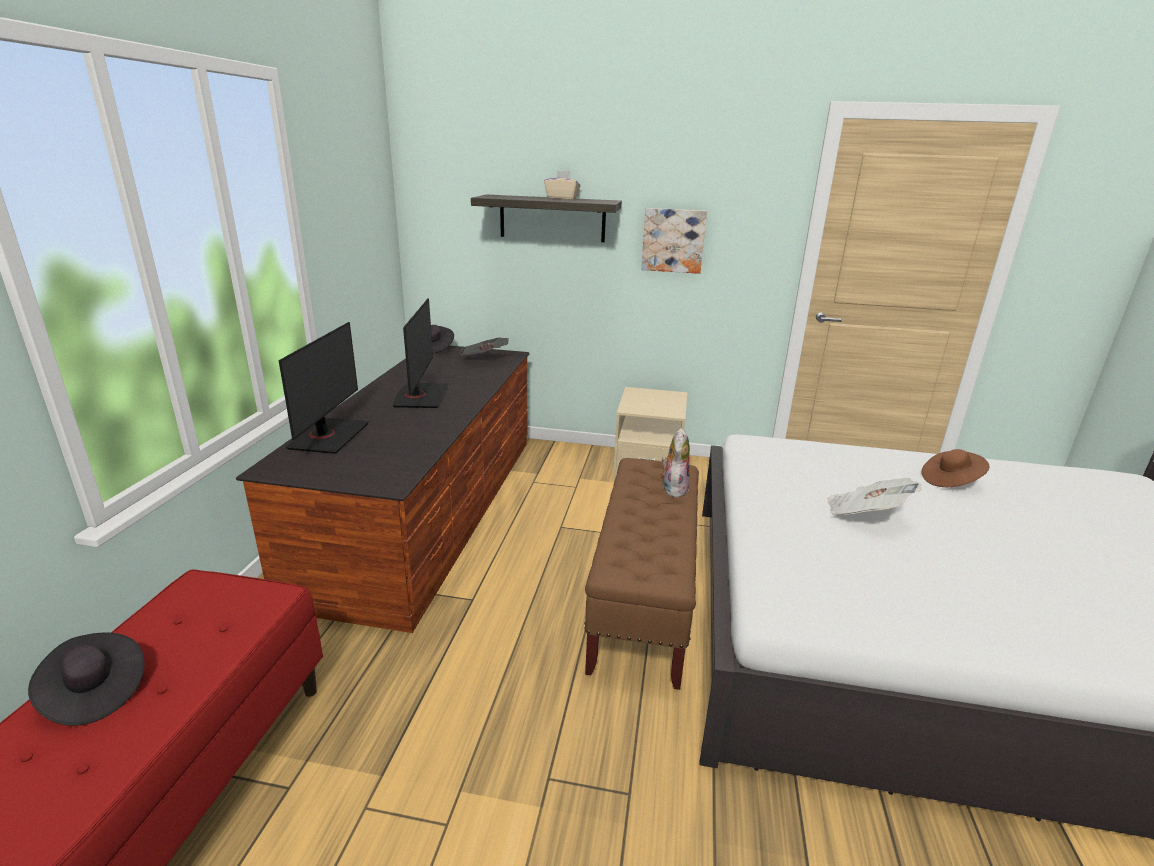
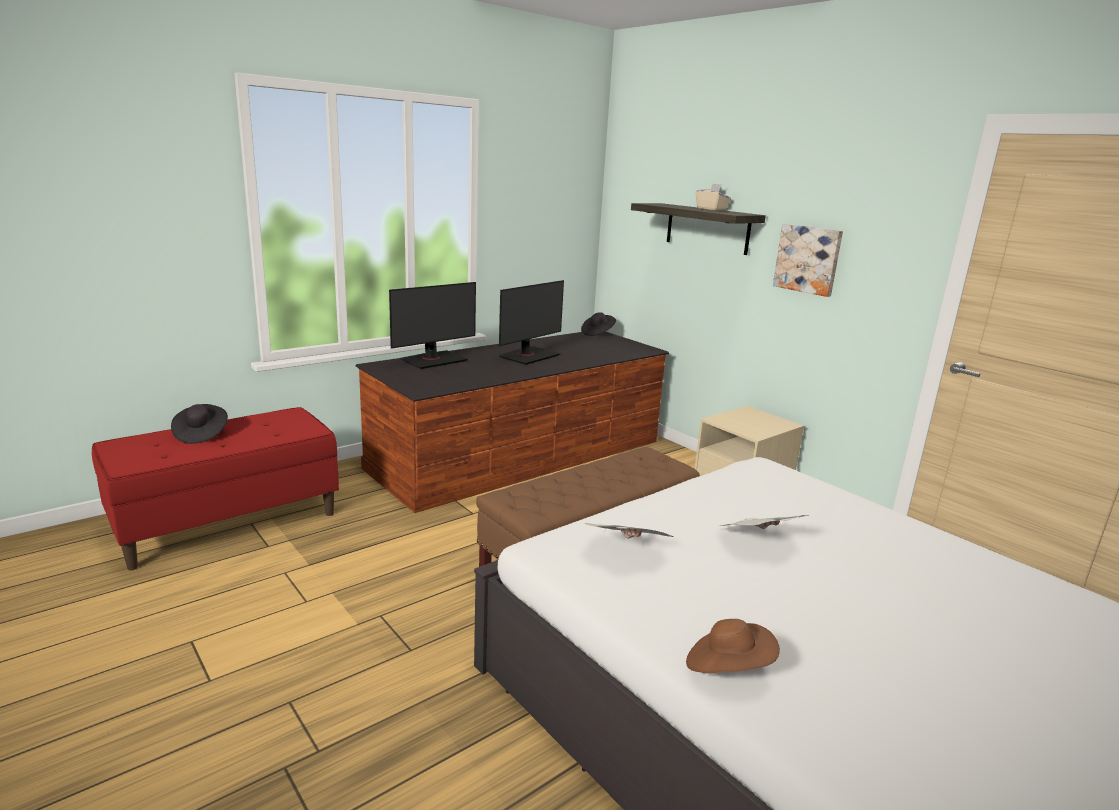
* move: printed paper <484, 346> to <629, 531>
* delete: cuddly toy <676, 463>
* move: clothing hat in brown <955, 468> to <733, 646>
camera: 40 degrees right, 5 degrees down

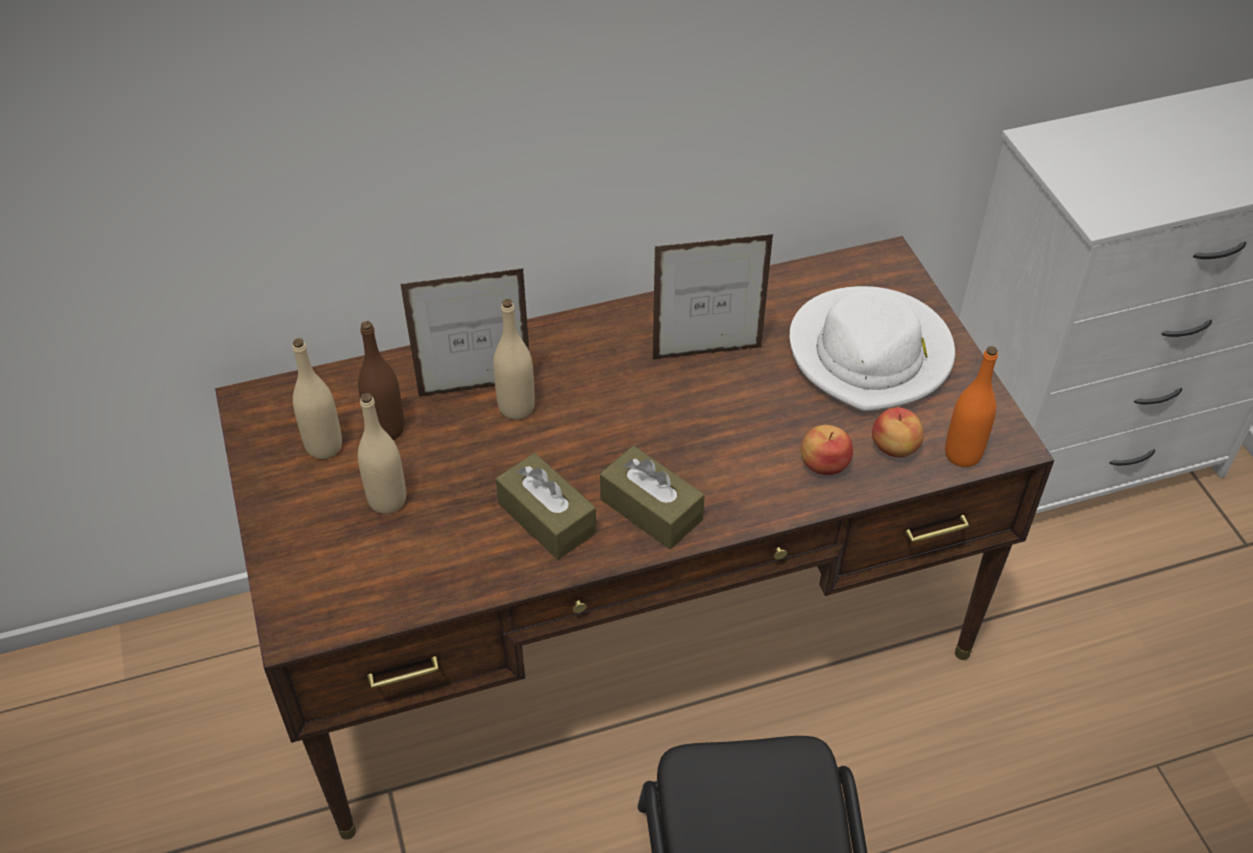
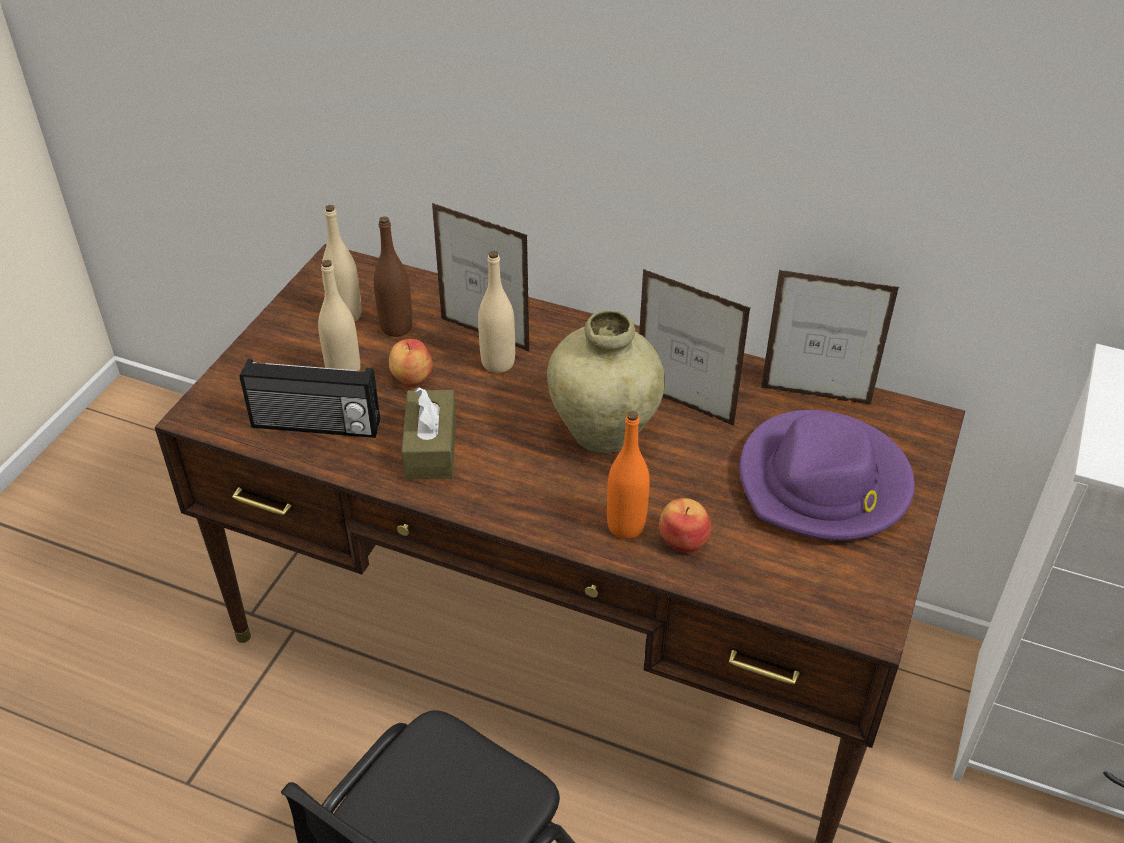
* delete: tissue holder in brown <652, 497>
* recolor: clothing hat in white <872, 348> to clothing hat in purplish <827, 475>
* move: whole apple <898, 432> to <411, 362>
* move: beverage bottle in orangey <971, 406> to <628, 475>
* insert: radio <310, 398>
* insert: decorative vase in beige <606, 381>
* insert: picture frame <830, 337>
camera: 40 degrees right, 5 degrees down

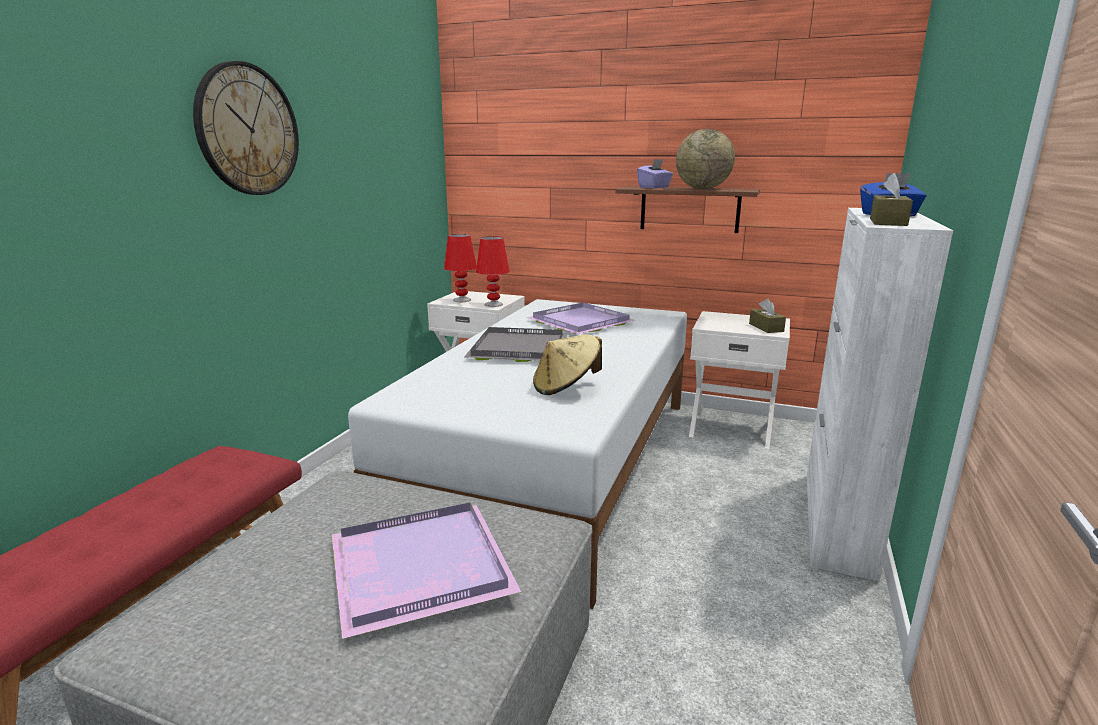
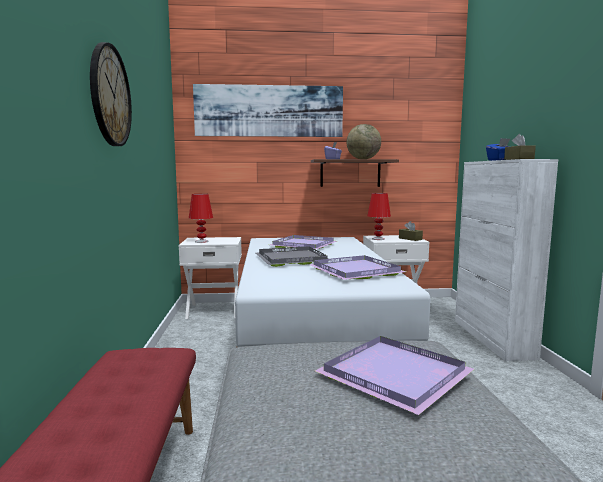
* move: table lamp in reddish <493, 271> to <379, 216>
* replace: clothing hat in beige <567, 364> to carrying tray in purplish <357, 267>
* insert: picture <268, 110>
camera: 25 degrees left, 10 degrees down

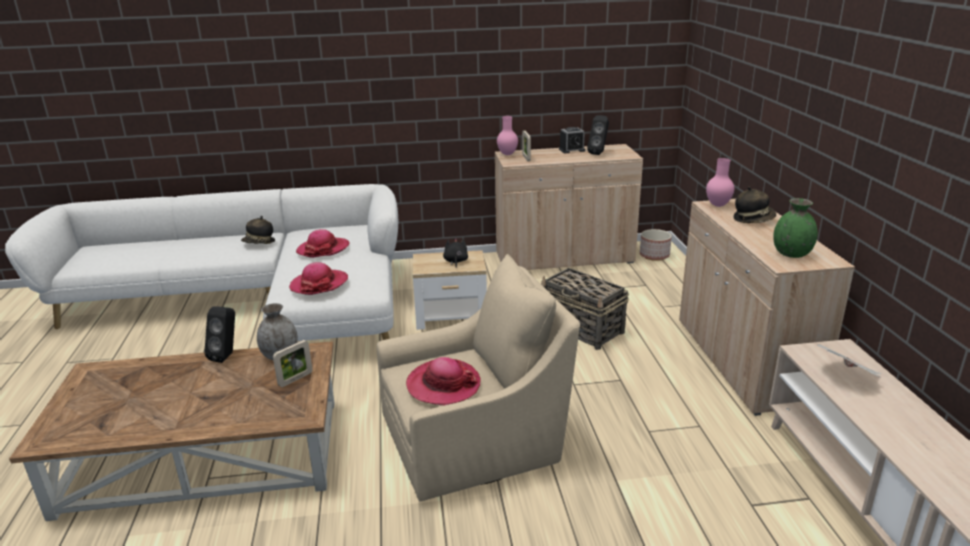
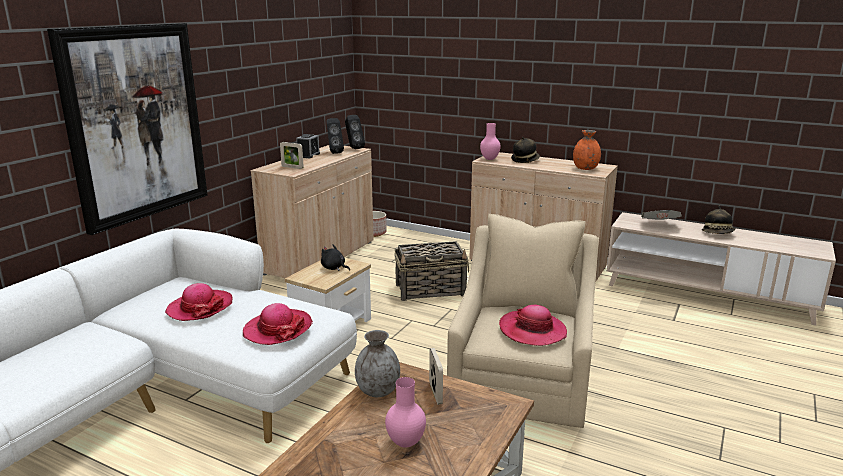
* move: audio speaker in black-coloured <219, 334> to <355, 132>
* move: clothing hat <258, 230> to <718, 220>
* move: decorative vase in pinkish <507, 135> to <405, 412>
* recolor: decorative vase in green-coloured <795, 228> to decorative vase in orangey <587, 150>
* insert: picture <127, 129>
camera: 55 degrees left, 5 degrees down

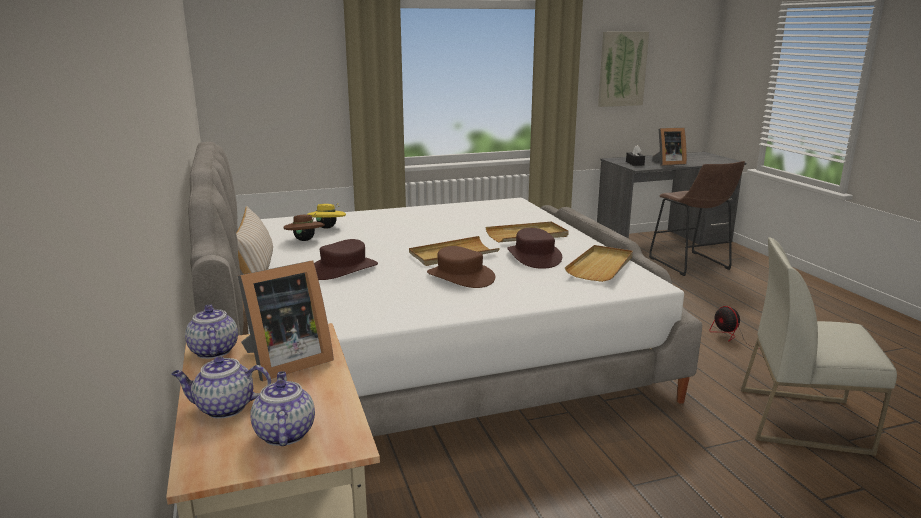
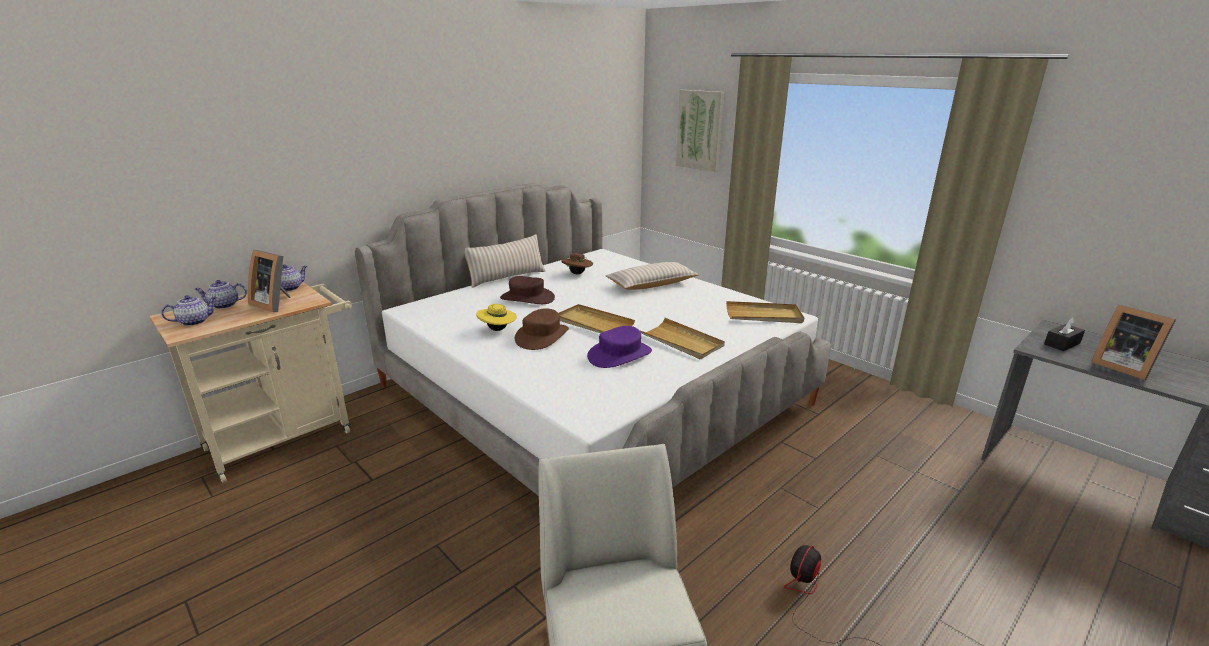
* rotate: teapot <221, 387> = <220, 294> 75 degrees counterclockwise
* move: clothing hat in yellowish <326, 216> to <496, 317>
* recolor: clothing hat in brown <535, 248> to clothing hat in purplish <619, 347>
* move: carrying tray in beige <599, 263> to <765, 312>
* move: picture <623, 69> to <700, 131>
* delete: sitting stool in brown <697, 218>
* insert: throw pillow in beige <652, 276>
camera: 65 degrees right, 5 degrees up

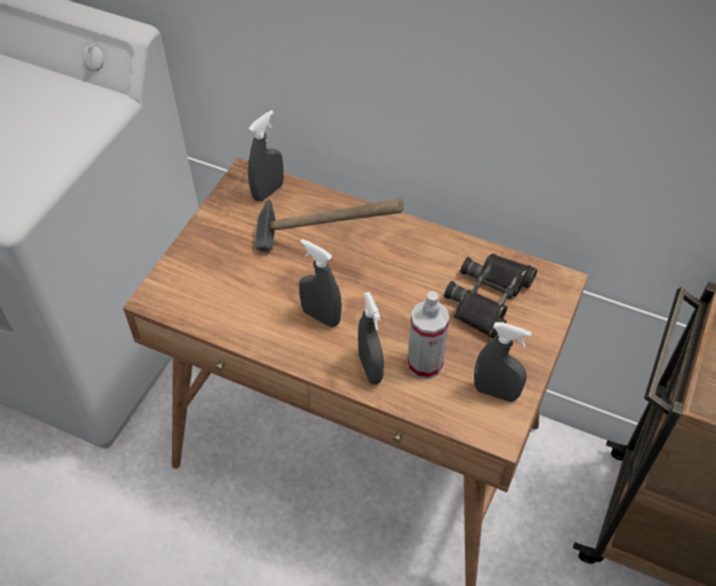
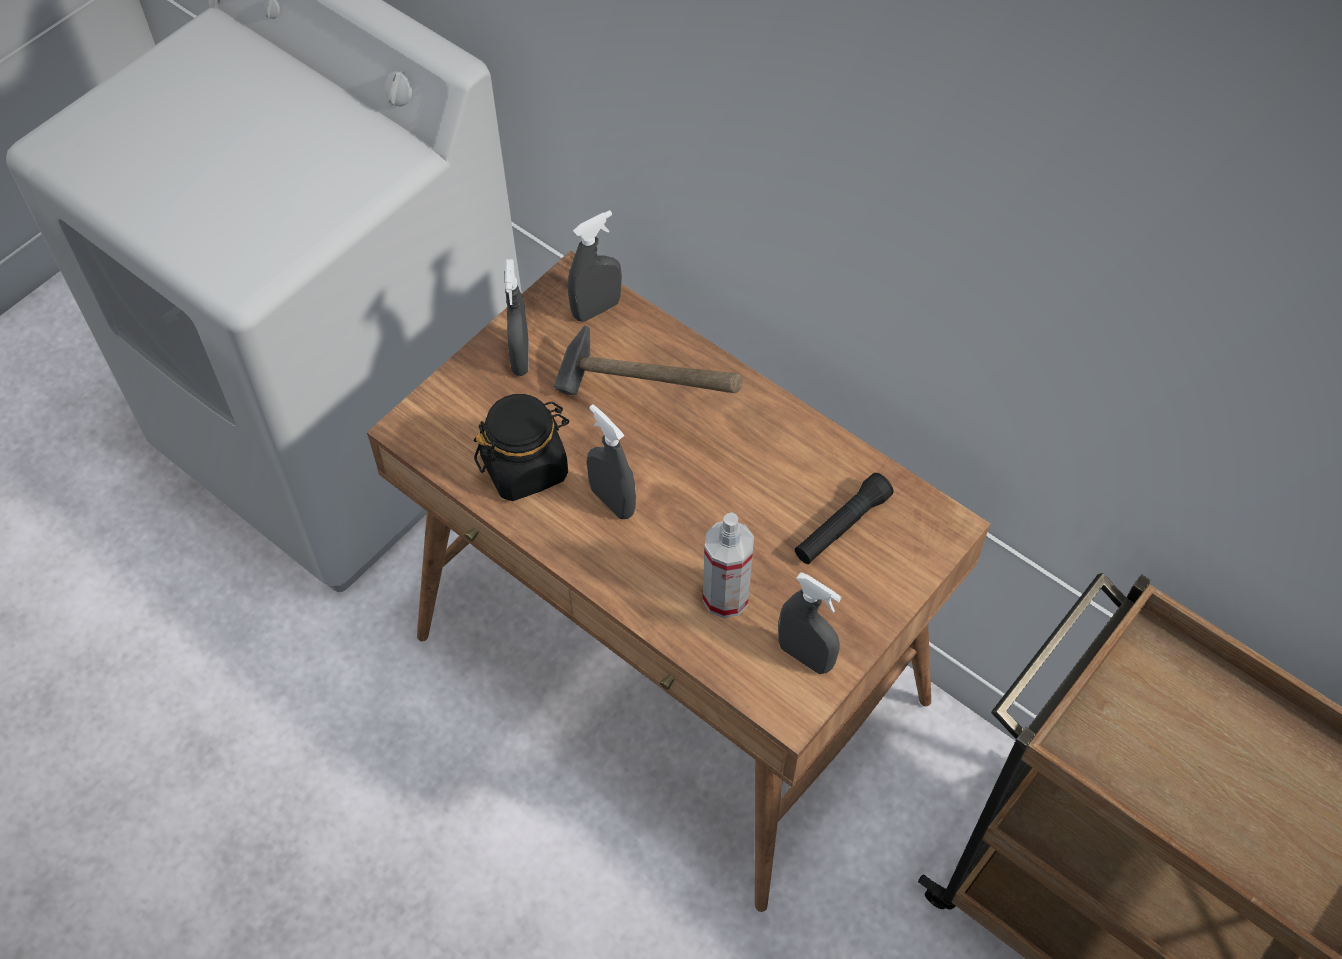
* move: sprayer in gray <371, 338> to <517, 317>
* replace: pair of binoculars in black-coloured <490, 296> to flashlight in black-coloured <844, 518>
* insert: preserve jar in black-coloured <521, 447>
camera: 15 degrees right, 5 degrees up

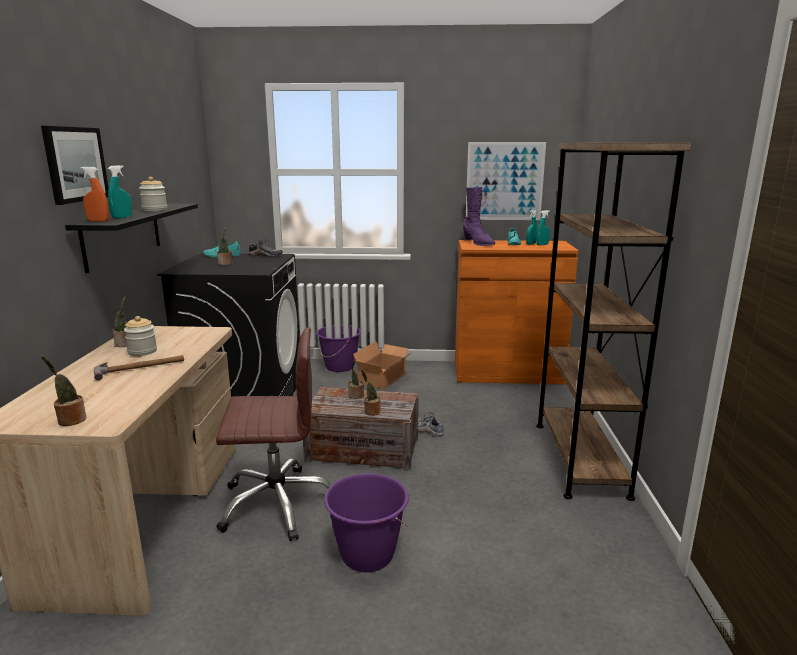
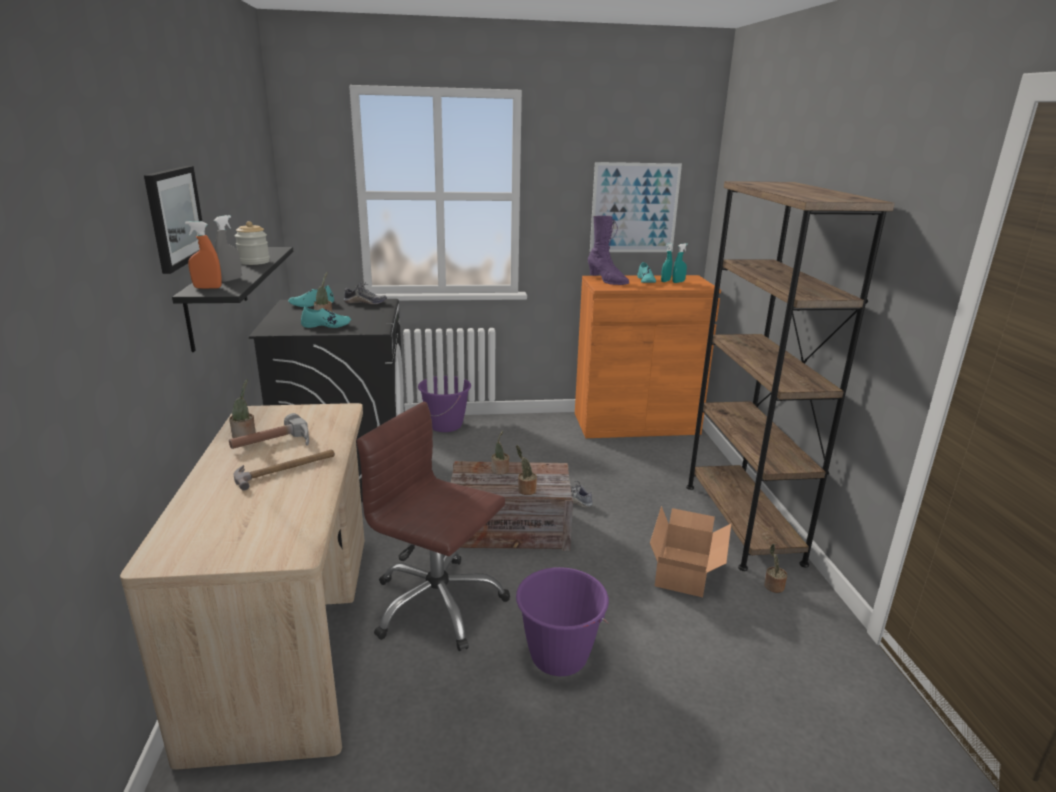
* move: houseplant <63, 391> to <775, 568>
* recolor: sprayer in turquoise-coloured <120, 192> to sprayer in gray <228, 248>
* replace: preserve jar <140, 336> to hammer <269, 431>
* rotate: office chair in brown <274, 434> = <433, 526> 135 degrees counterclockwise
* move: carton <382, 365> to <690, 551>
* insert: shoe in turquoise-coloured <326, 317>
camera: 10 degrees left, 5 degrees up

